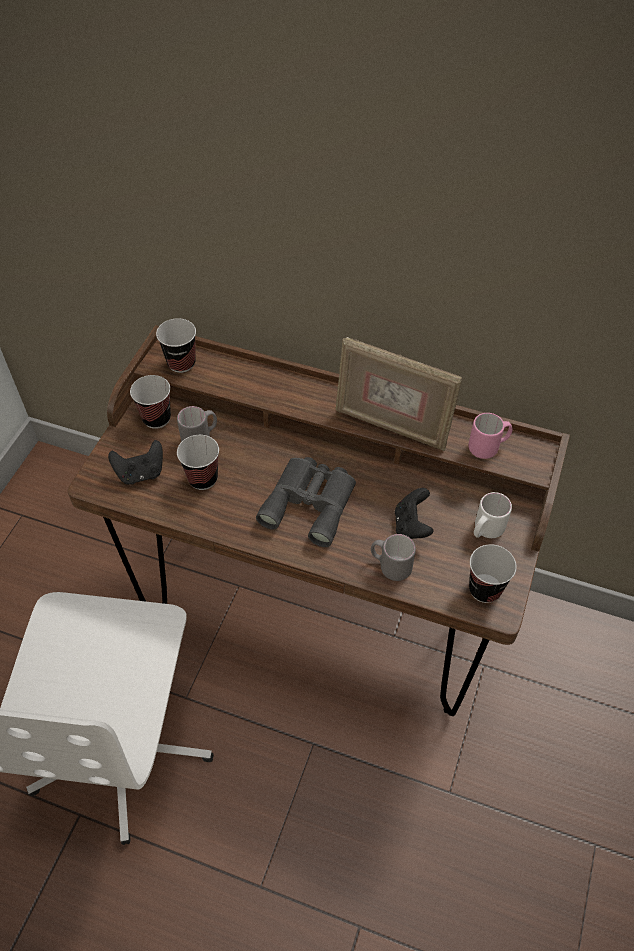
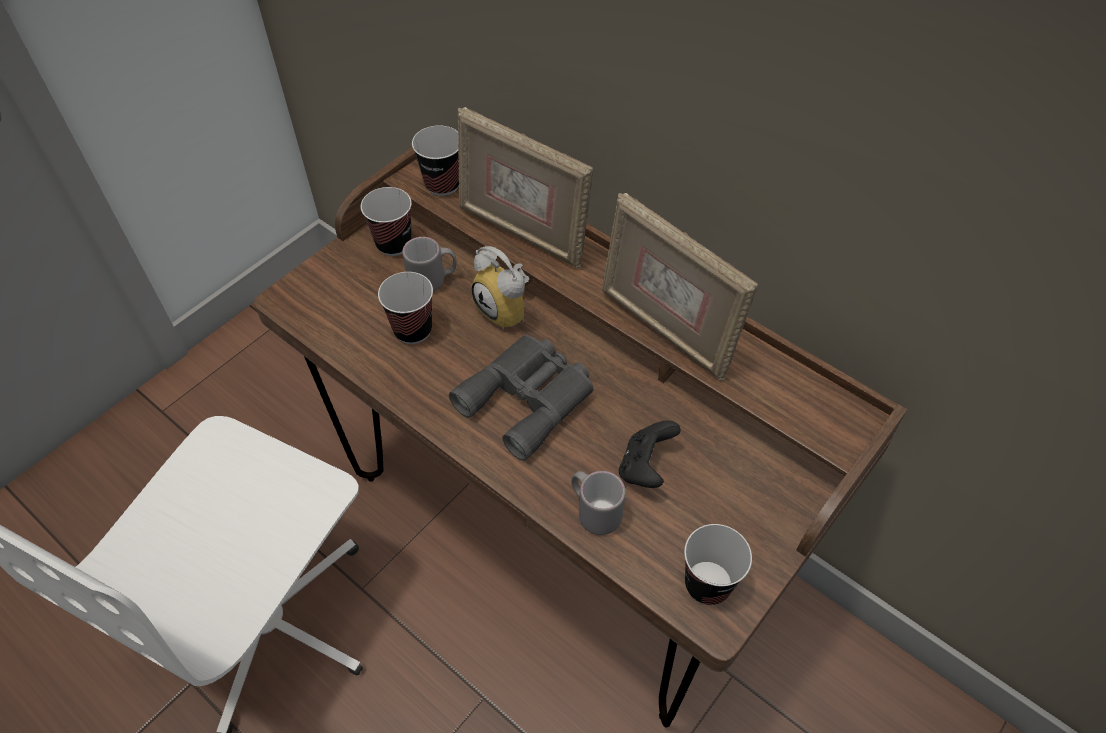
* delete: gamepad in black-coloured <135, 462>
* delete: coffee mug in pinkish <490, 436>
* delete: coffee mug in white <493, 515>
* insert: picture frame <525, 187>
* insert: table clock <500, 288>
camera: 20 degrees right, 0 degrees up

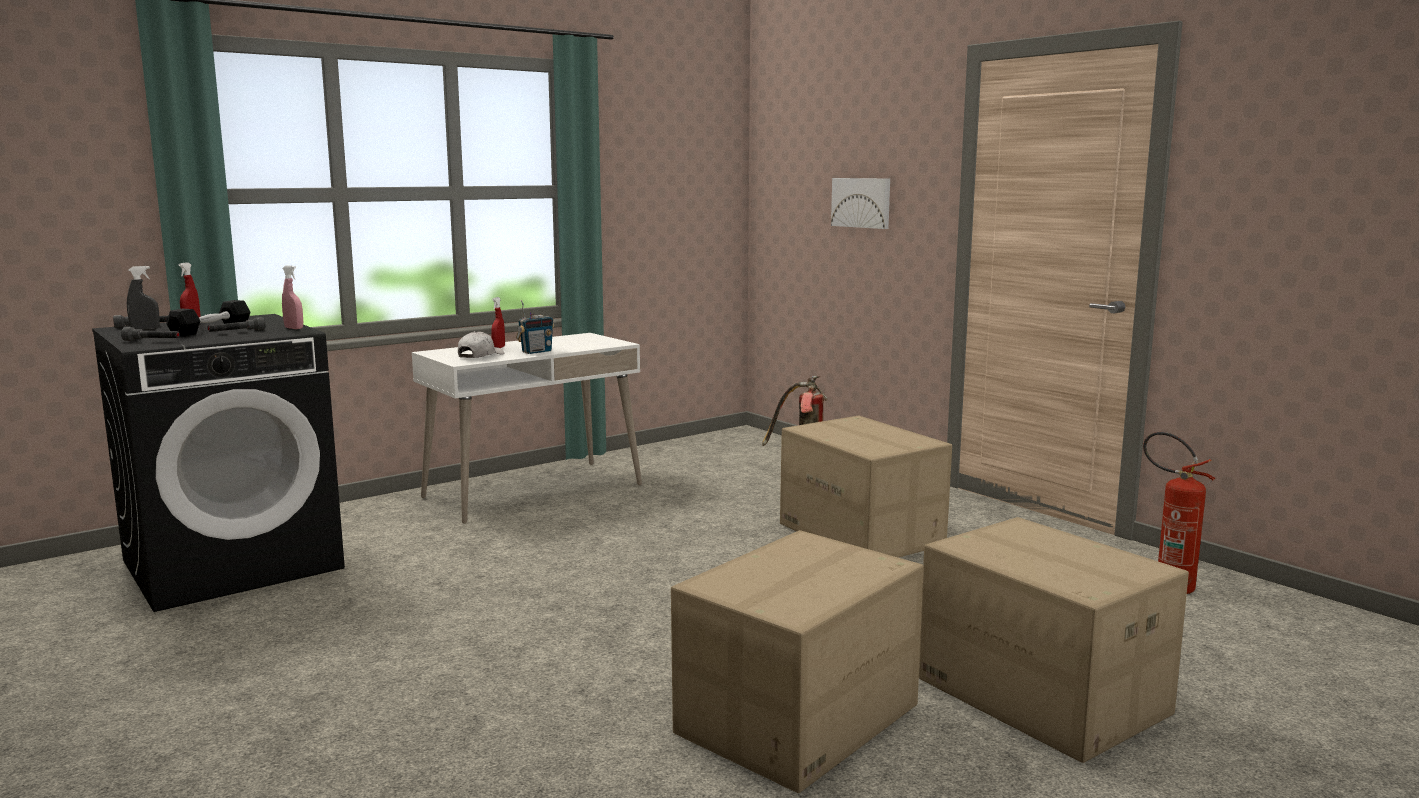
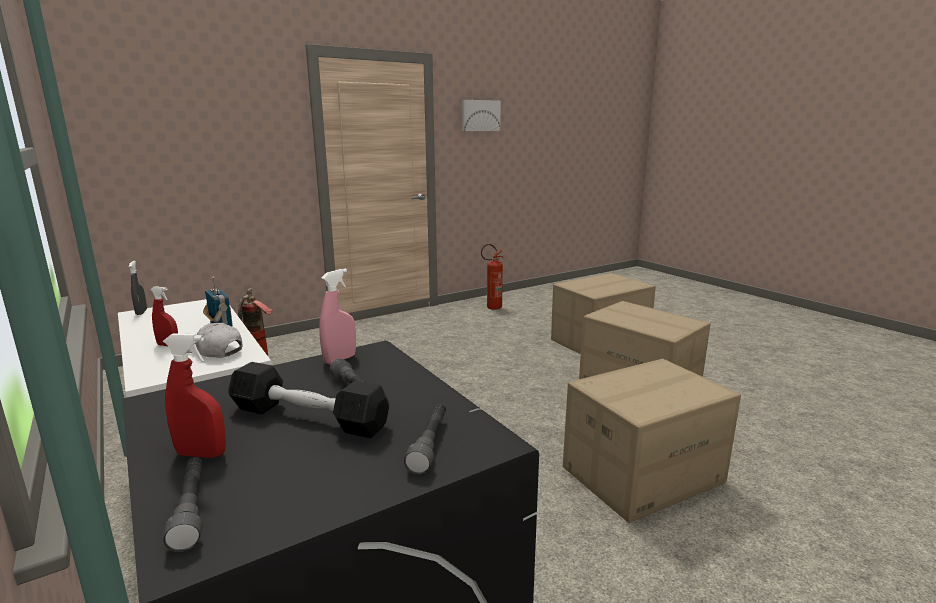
* move: sprayer in gray <143, 298> to <138, 287>
* move: carton <866, 486> to <652, 441>
* move: picture <860, 203> to <481, 115>
camera: 85 degrees left, 5 degrees up

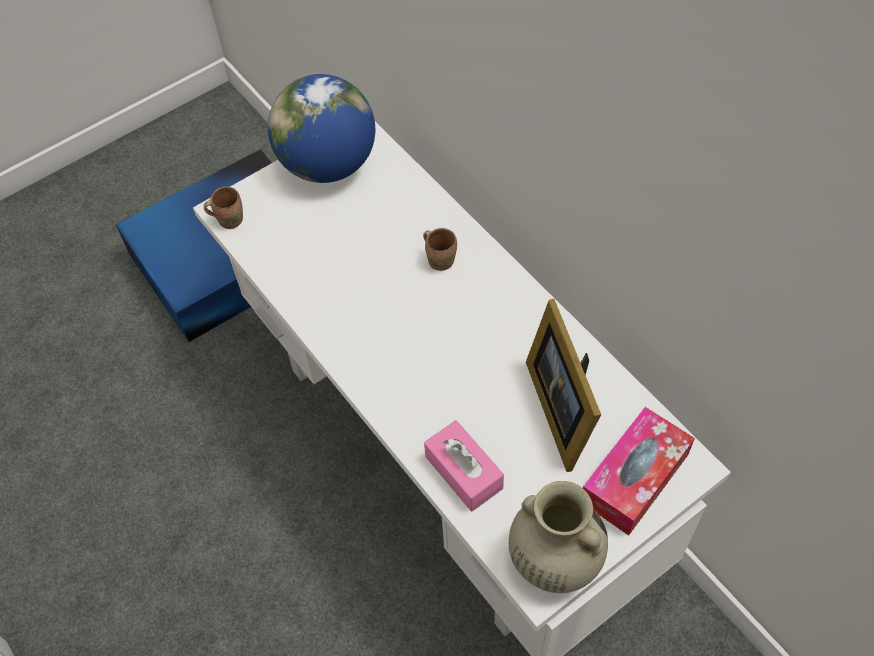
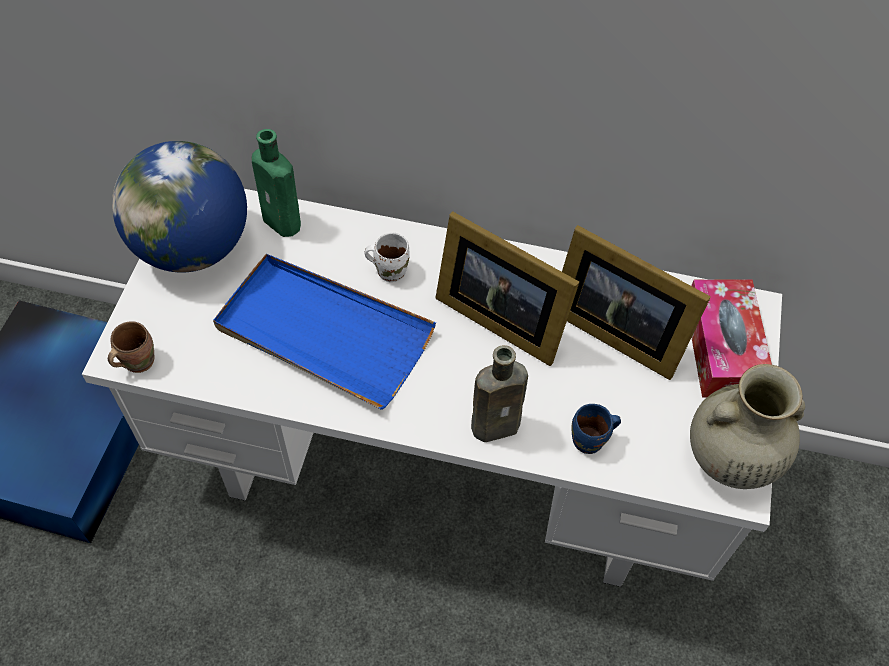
* recolor: coffee mug in brown <440, 249> to coffee mug in white <387, 257>
* replace: tissue holder in pinkish <464, 466> to coffee mug in bluish <596, 429>
* insert: carrying tray in bluish <324, 332>
* insert: beverage bottle in green-coloured <276, 183>
* insert: picture frame <507, 288>
* insert: beverage bottle in brown <499, 393>
camera: 45 degrees left, 0 degrees up

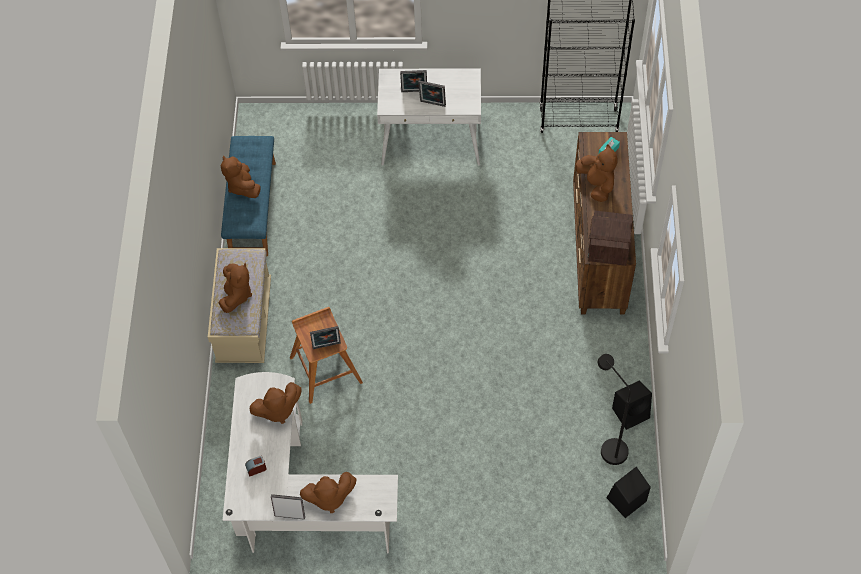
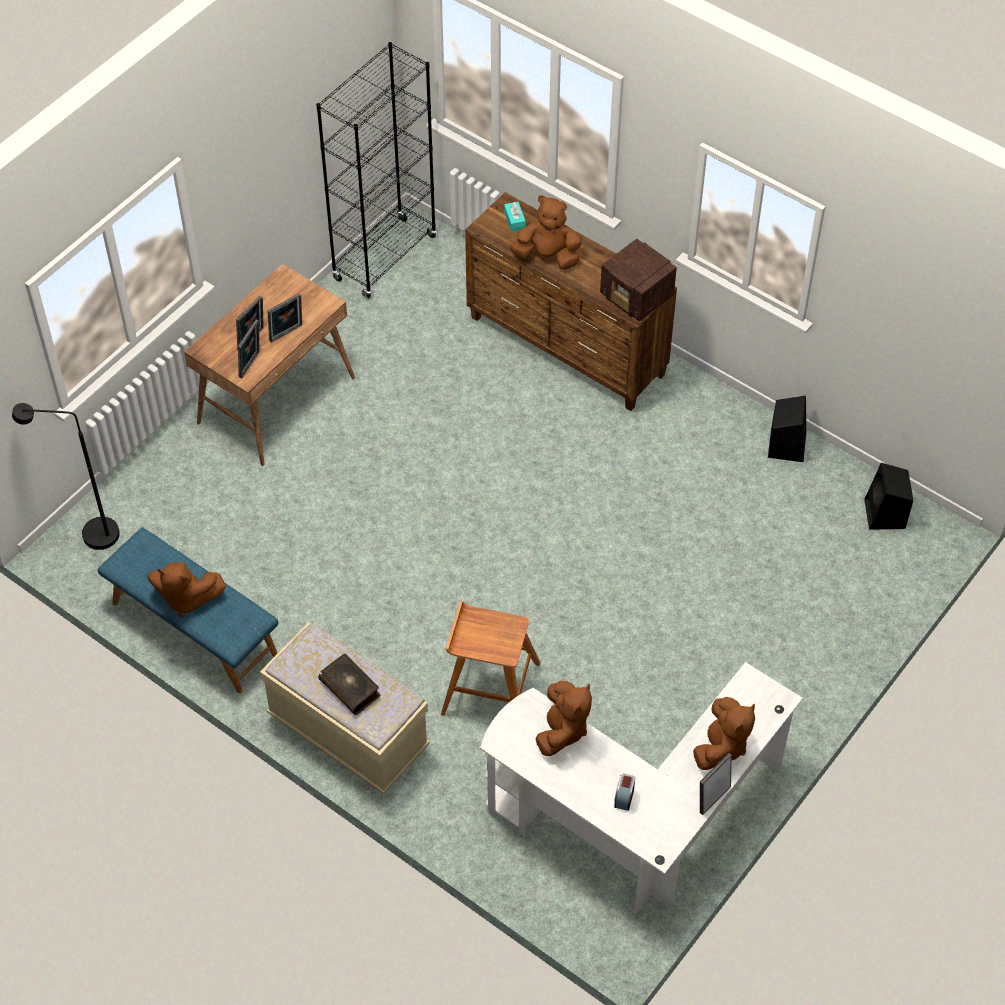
* replace: cuddly toy in brown <235, 288> to volume <349, 684>
* move: picture frame <325, 337> to <248, 349>
* recolor: desk in white <429, 116> to desk in brown <269, 365>
* move: floor lamp in black-coloured <614, 409> to <66, 476>
camera: 55 degrees left, 5 degrees down

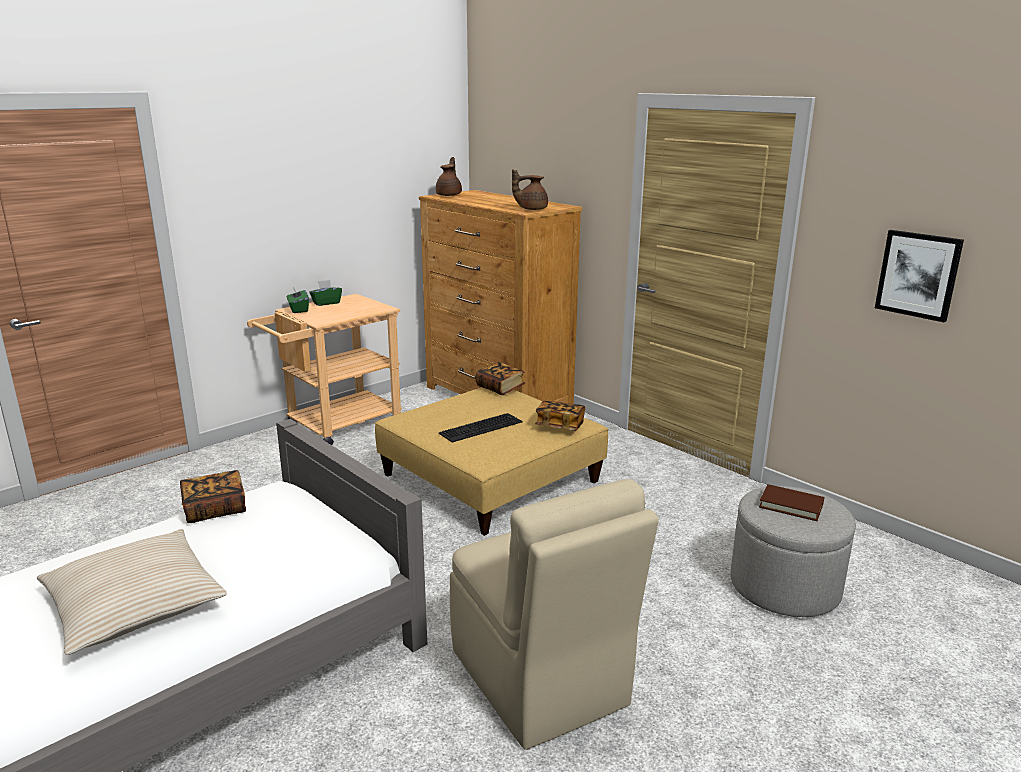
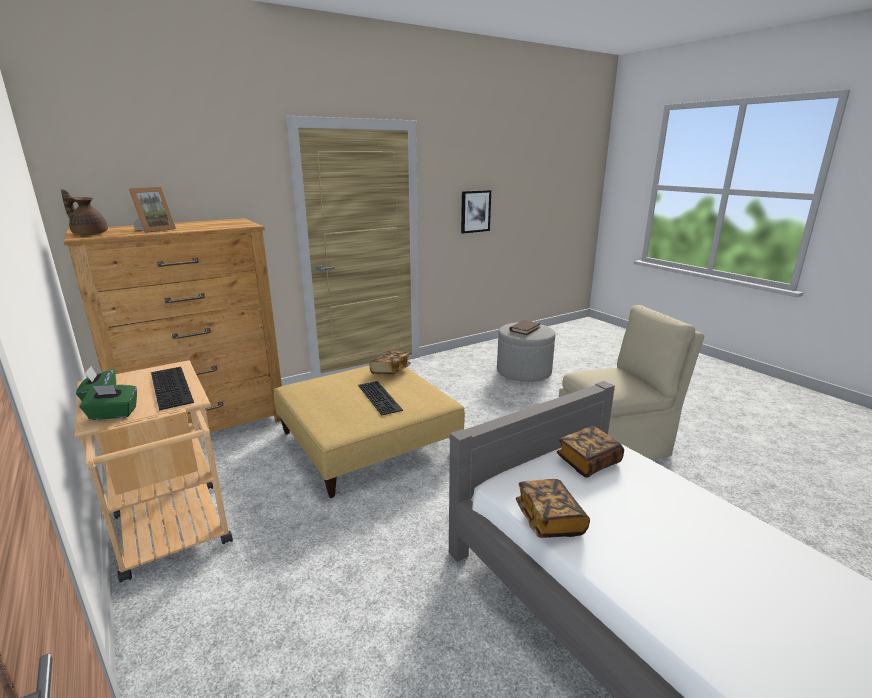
* delete: throw pillow in beige <132, 592>
* move: volume <500, 378> to <590, 451>
* delete: teapot in brown <530, 189>
* insert: picture frame <152, 210>
* insert: computer keyboard <172, 389>
camera: 80 degrees left, 0 degrees up

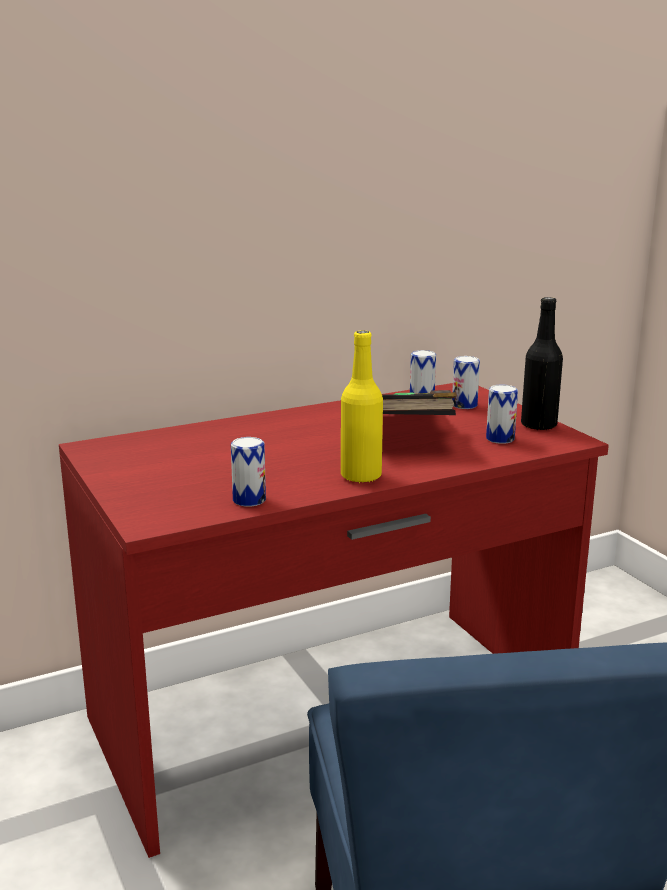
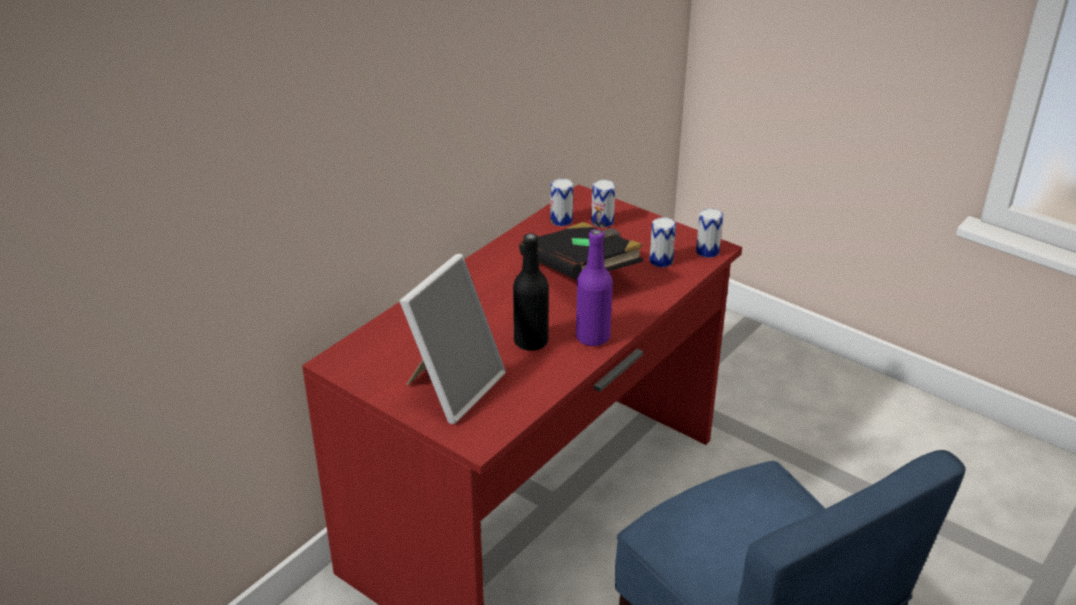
* move: sealed can <248, 472> to <709, 233>
* recolor: beverage bottle in yellowish <362, 407> to beverage bottle in purplish <594, 287>
* move: beverage bottle in black-coloured <542, 363> to <531, 292>
* insert: picture frame <452, 339>
camera: 25 degrees left, 15 degrees up

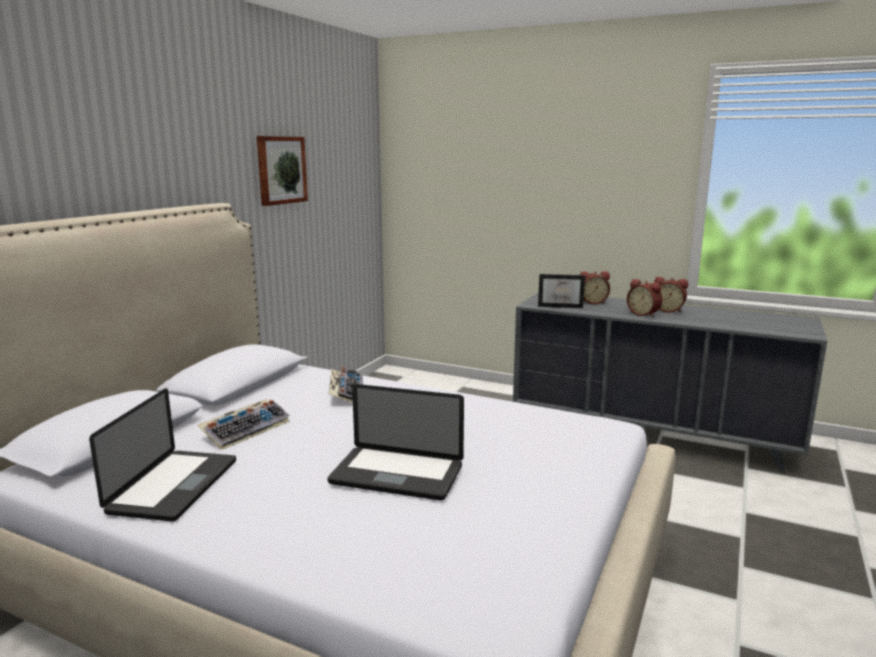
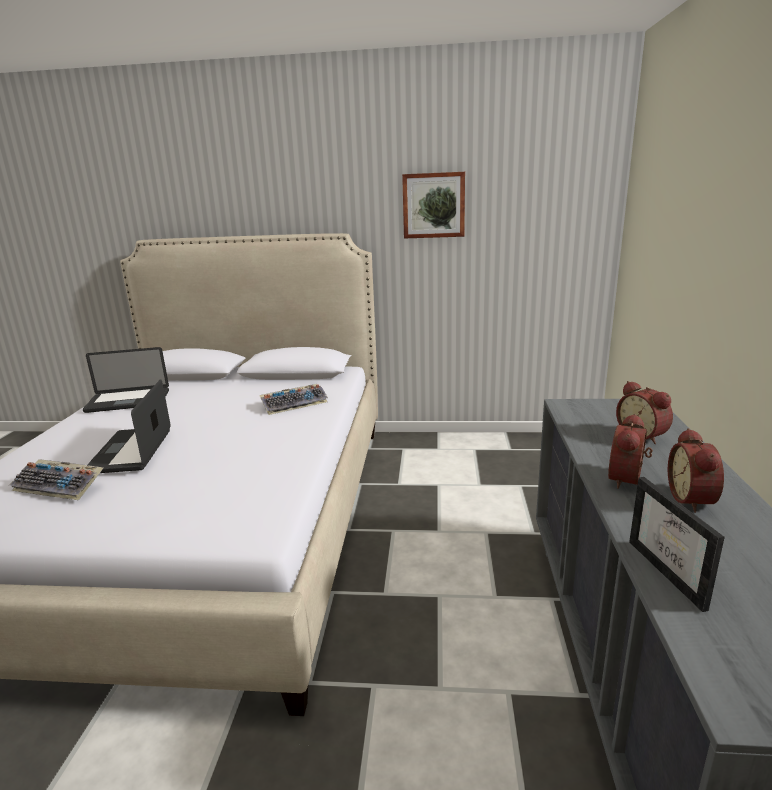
* move: computer keyboard <243, 424> to <56, 479>
* move: picture frame <561, 291> to <677, 544>
camera: 70 degrees right, 5 degrees up

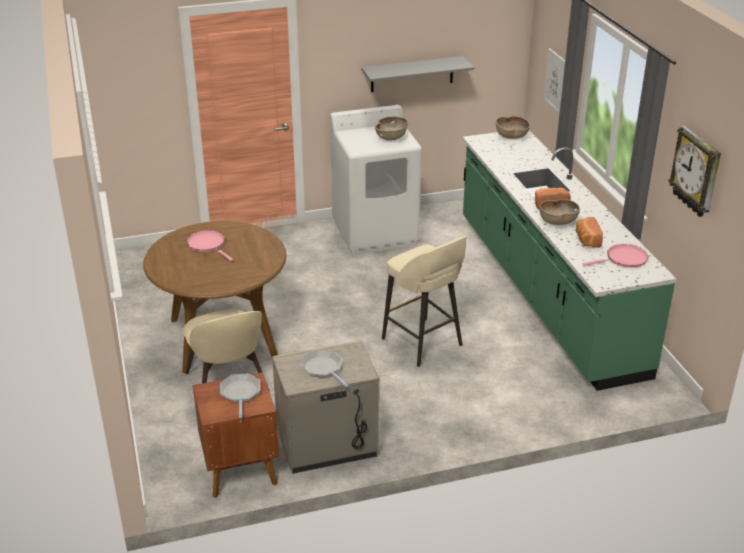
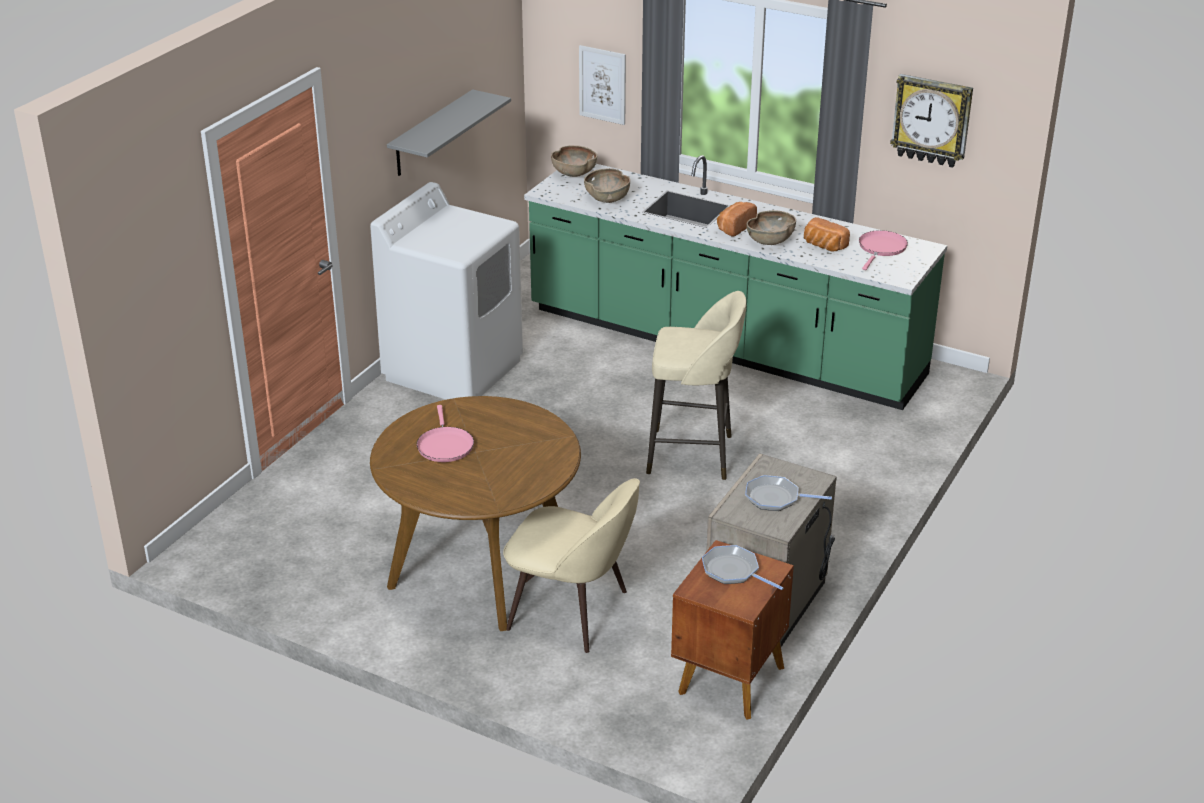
* rotate: skillet in pinkish <210, 245> = <445, 433> 105 degrees counterclockwise
* move: serving bowl in brown <391, 128> to <607, 185>
camera: 45 degrees left, 0 degrees up

